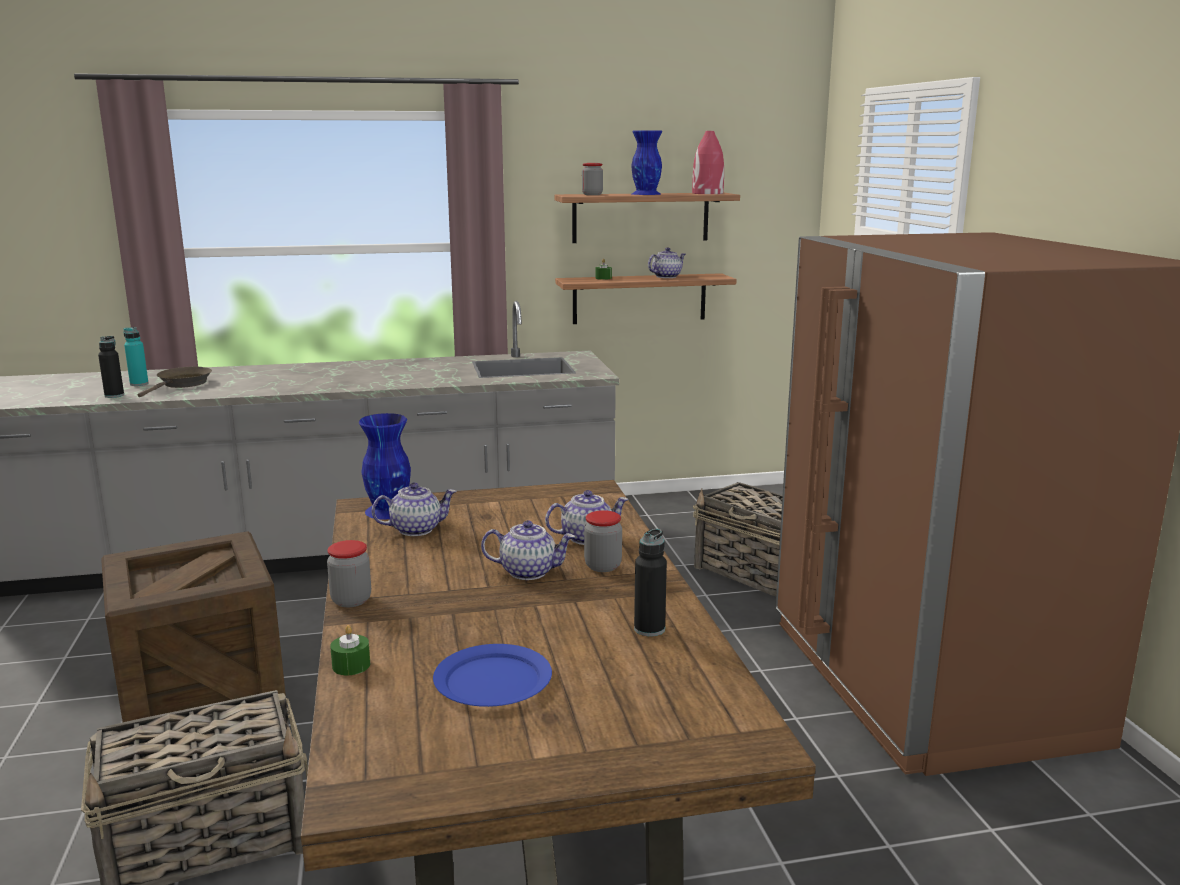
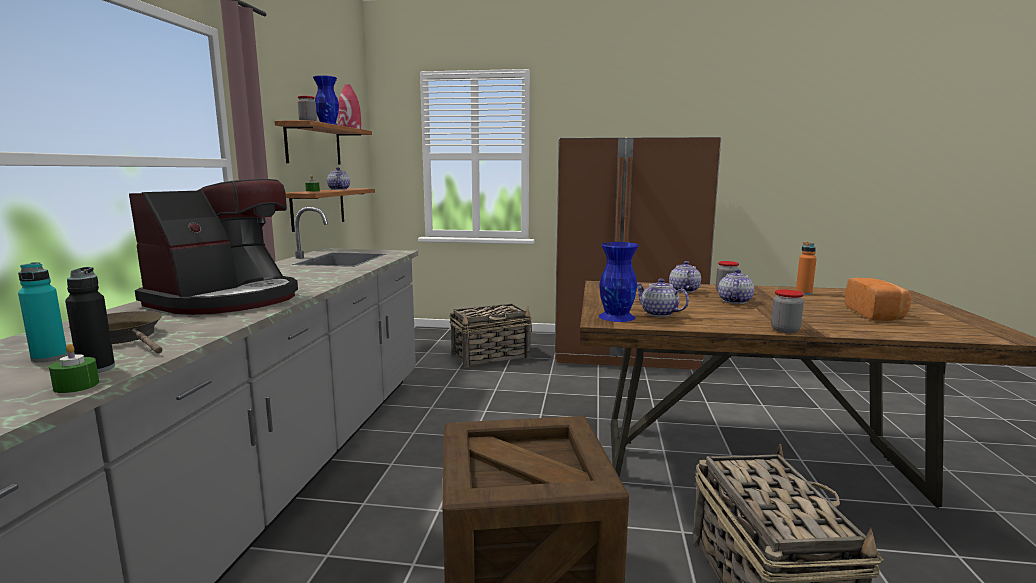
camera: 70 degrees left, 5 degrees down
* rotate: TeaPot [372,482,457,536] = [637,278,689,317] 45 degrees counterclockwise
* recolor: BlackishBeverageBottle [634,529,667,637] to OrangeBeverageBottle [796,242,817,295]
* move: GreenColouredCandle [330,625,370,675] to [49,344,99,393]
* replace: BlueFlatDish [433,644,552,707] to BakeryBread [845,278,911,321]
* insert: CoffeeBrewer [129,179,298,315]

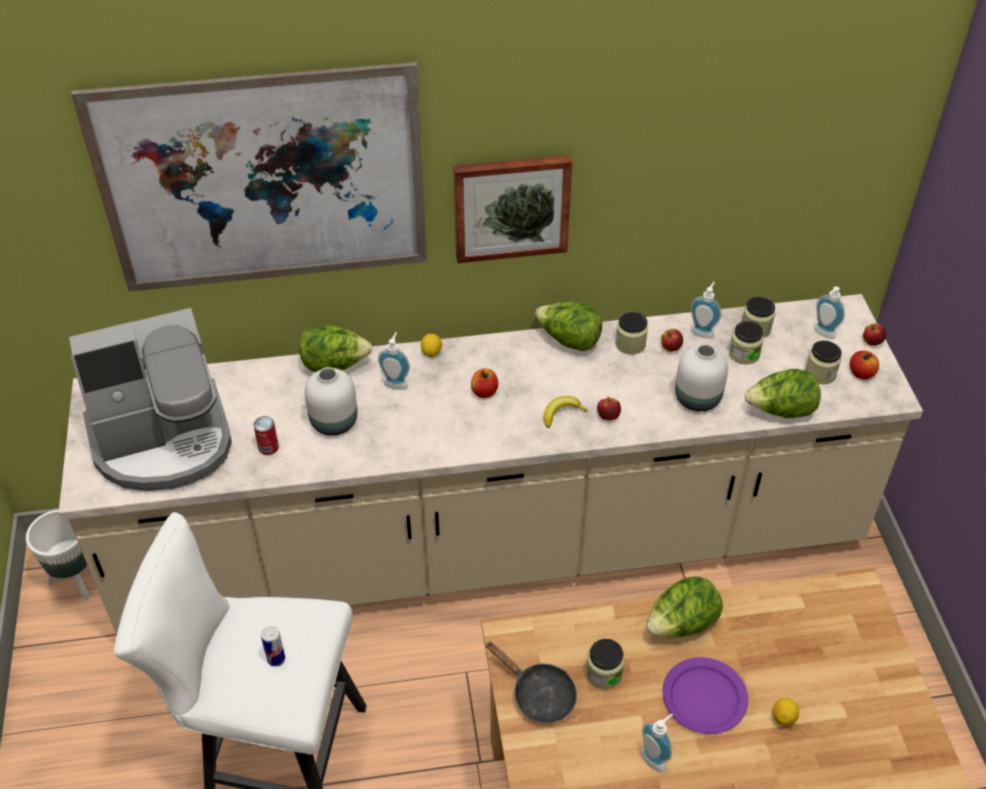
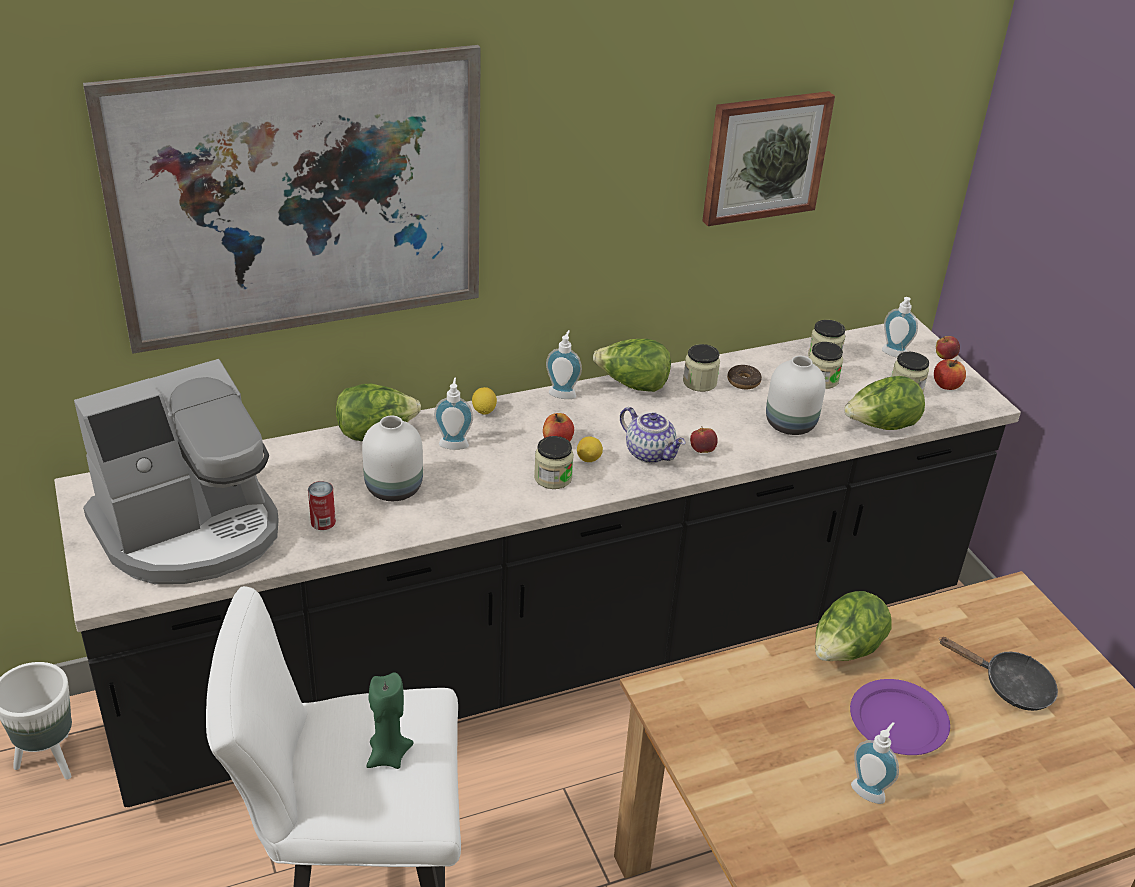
camera: 15 degrees left, 10 degrees down
* move: Picture [454,155,572,263] to [702,91,835,226]
* move: SoapDispenser [691,282,721,338] to [546,330,582,399]
* recolor: BeigeKitchenBaseUnit [59,294,923,635] to BlackishKitchenBaseUnit [54,318,1021,807]
* replace: WholeApple [661,329,683,352] to Doughnut [727,365,762,389]
* replace: WholeBanana [543,396,588,428] to TeaPot [620,407,686,463]
* replace: Can [261,626,285,667] to GreenColouredCandle [366,672,414,769]
* move: PreserveJar [586,639,625,689] to [534,436,574,489]
* move: BlackishPan [485,641,577,724] to [939,637,1058,711]
* move: CitrusFruit [772,698,799,726] to [577,436,603,462]

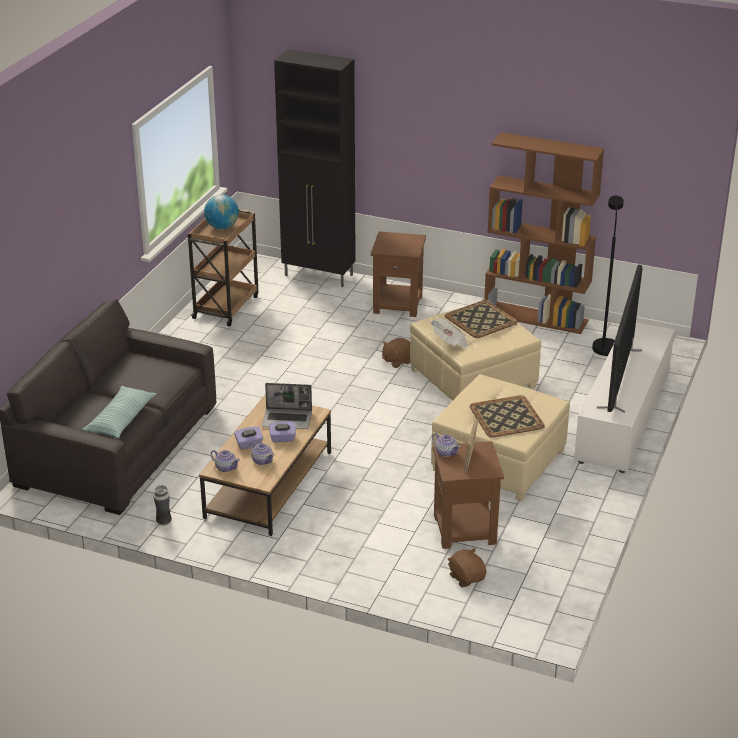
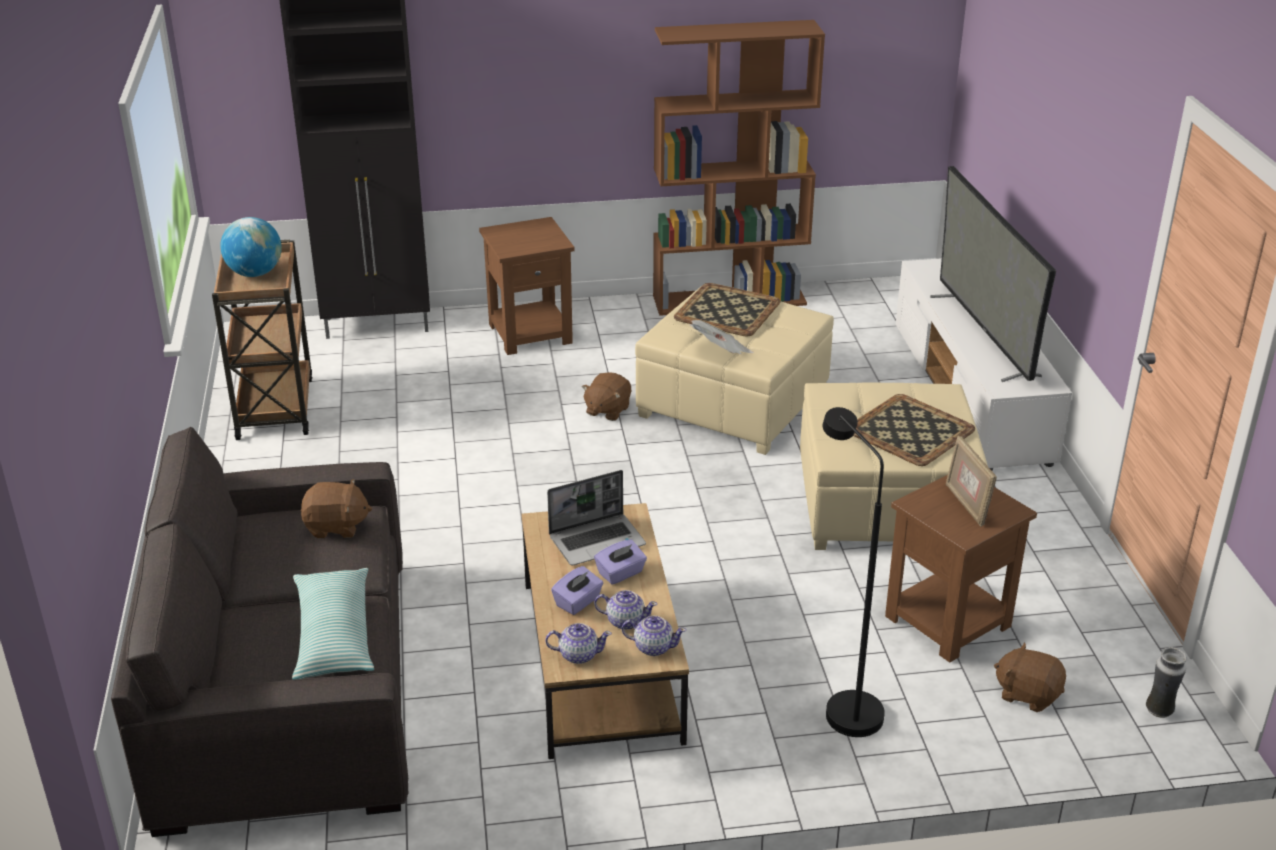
camera: 30 degrees left, 0 degrees up
* move: BlackishFloorLamp [592,196,624,356] to [823,407,885,737]
* move: TeaPot [432,433,461,457] to [622,616,686,656]
* move: DecorativeVase [153,485,172,526] to [1146,647,1187,718]
* insert: BrownColouredCuddlyToy [301,479,372,538]

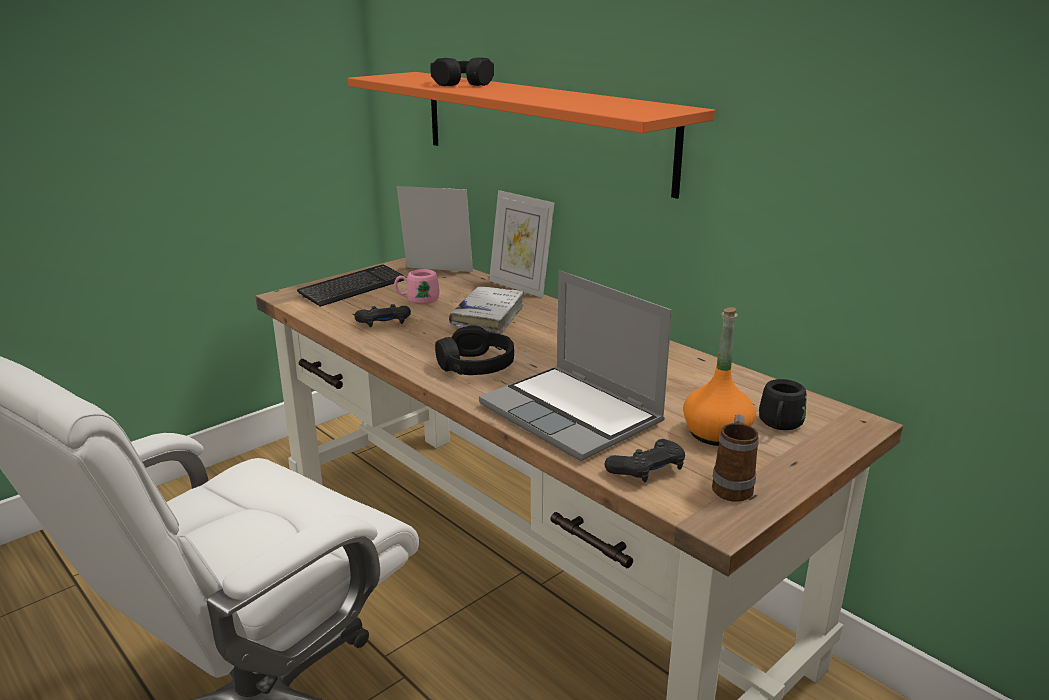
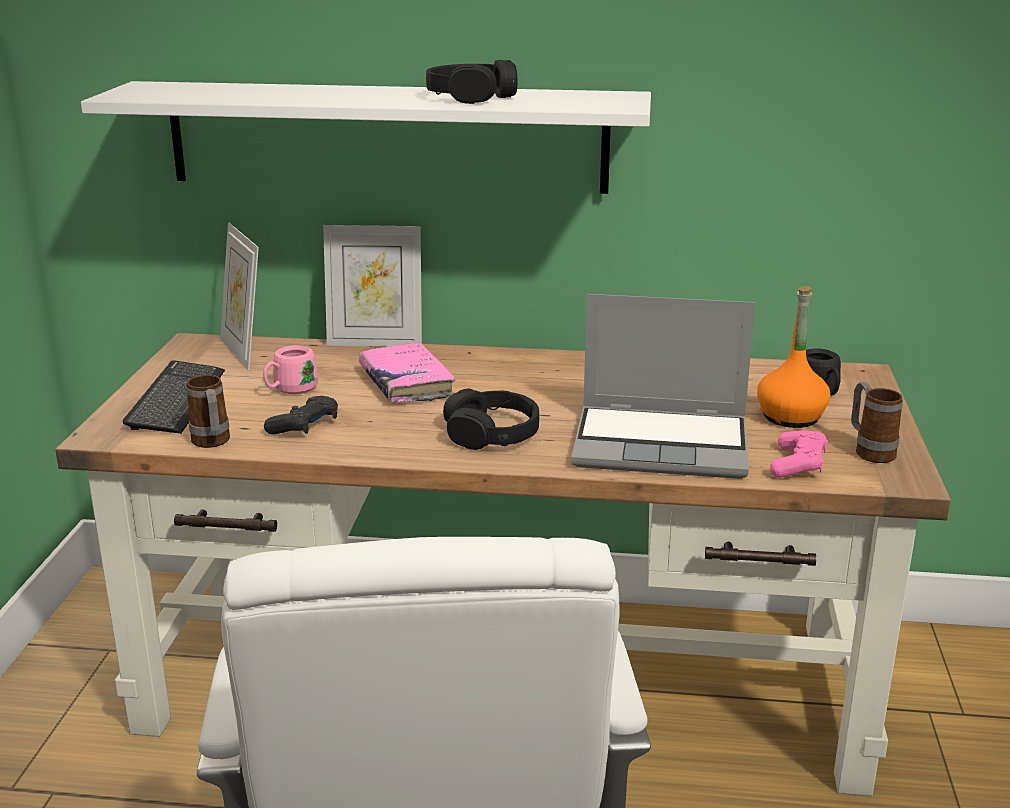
camera: 40 degrees left, 0 degrees up
* move: BlackishHeadset [430,57,494,86] to [426,60,517,104]
* recolor: OrangeBracketShelf [348,72,715,199] to WhiteBracketShelf [81,81,651,194]
* rotate: PictureFrame [397,186,473,272] = [220,222,259,370] 90 degrees counterclockwise
* recolor: WhiteVolume [449,287,524,334] to PinkishVolume [359,343,455,403]
* recolor: BlackishGameController [605,439,685,482] to PinkishGameController [770,430,828,478]
* insert: TeaMug [187,375,230,448]

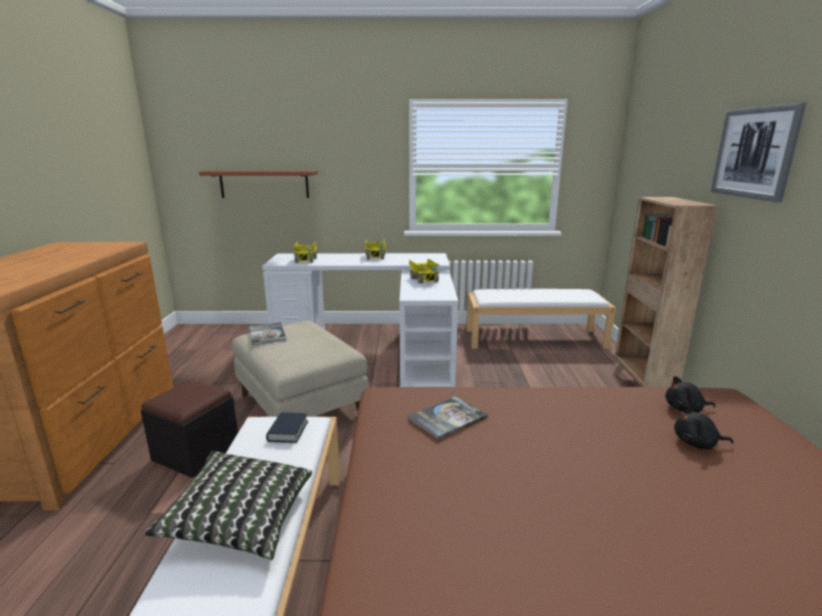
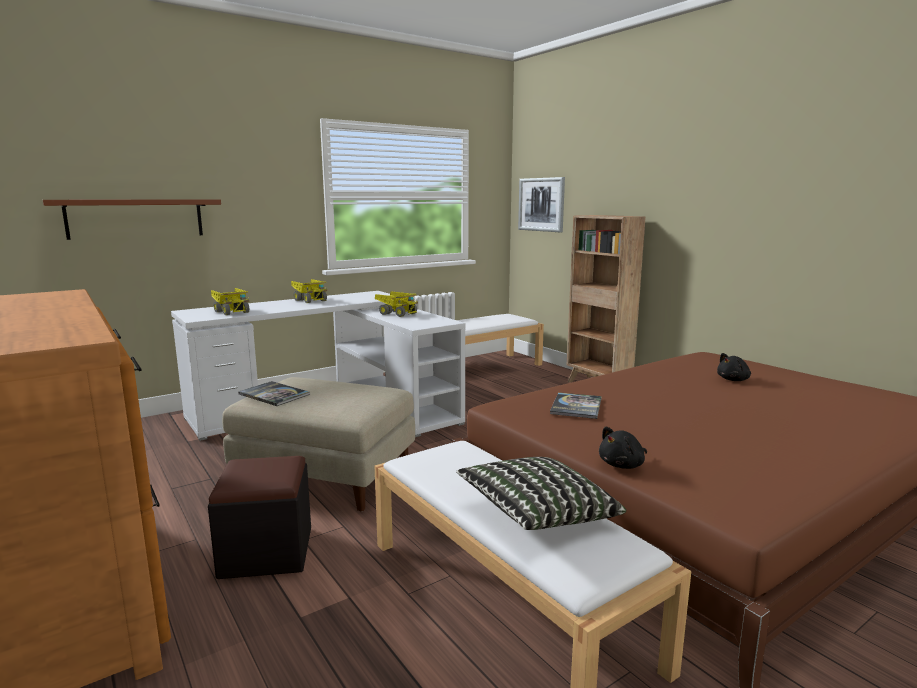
camera: 35 degrees left, 5 degrees down
* move: Picture [710,102,807,202] to [518,177,565,232]
* move: BlackishCuddlyToy [665,376,716,413] to [599,427,647,469]
* delete: Volume [266,413,308,443]

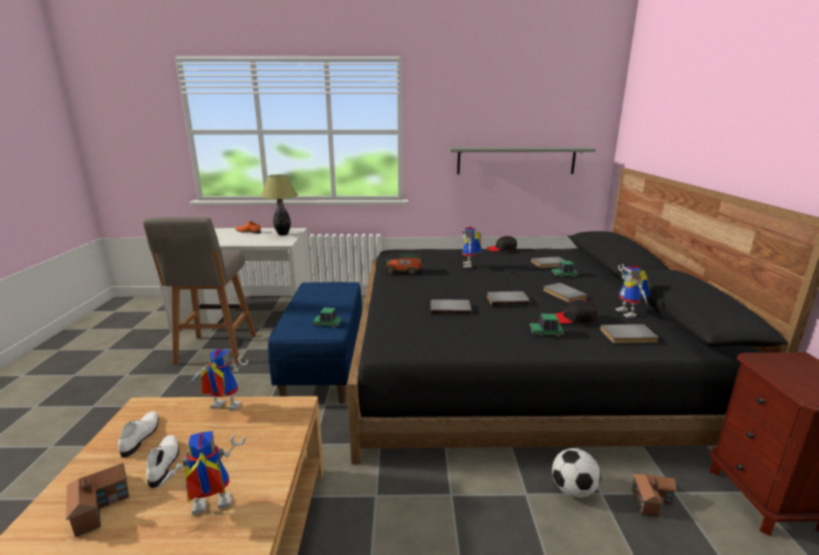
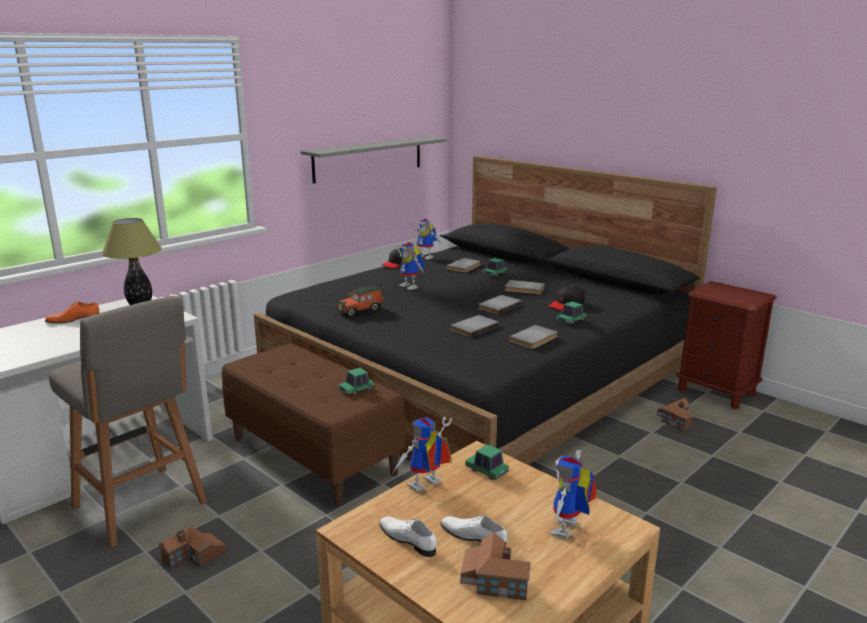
camera: 45 degrees left, 0 degrees up
* move: ToyRobot [615,264,650,318] to [409,219,443,260]
* recolor: BlueIndoorBench [268,282,362,404] to BrownColouredIndoorBench [222,343,405,507]
* move: GreyVolume [600,324,659,343] to [509,325,558,349]
* delete: Football [552,448,601,498]
* insert: ToyCar [465,444,509,480]
* insert: ModelHouse [158,527,226,568]

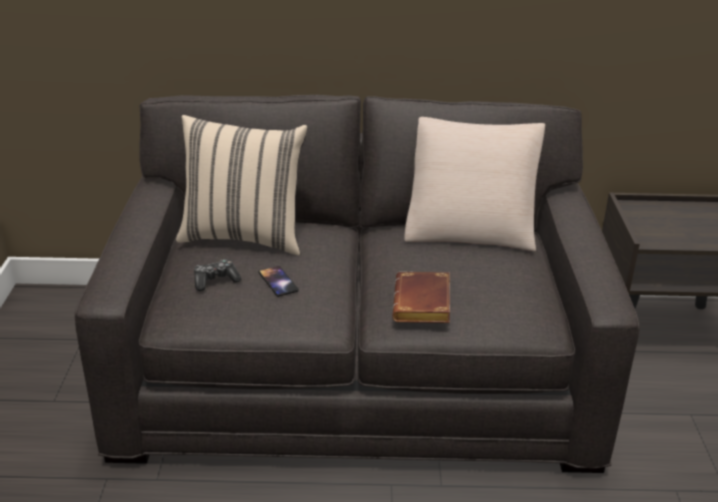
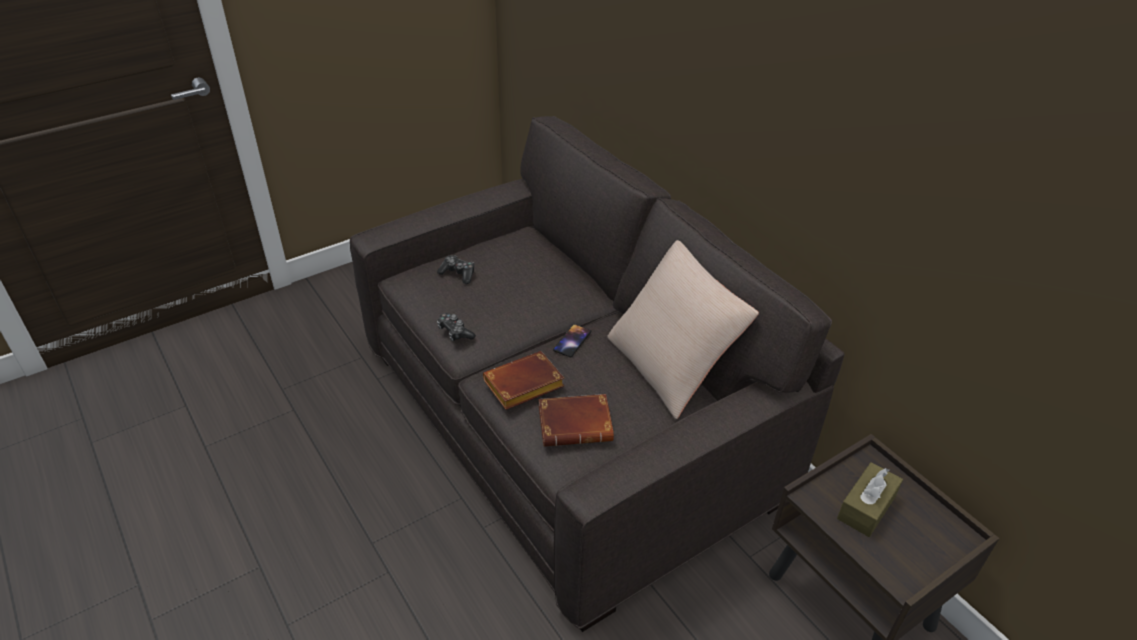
camera: 55 degrees right, 10 degrees up
* delete: BeigeThrowPillow [176,115,308,255]
* move: Phone [259,266,299,297] to [553,324,591,357]
* insert: GameController [437,313,476,341]
* insert: BrownColouredVolume [539,394,614,447]
* insert: BrownColouredTissueHolder [837,462,903,537]

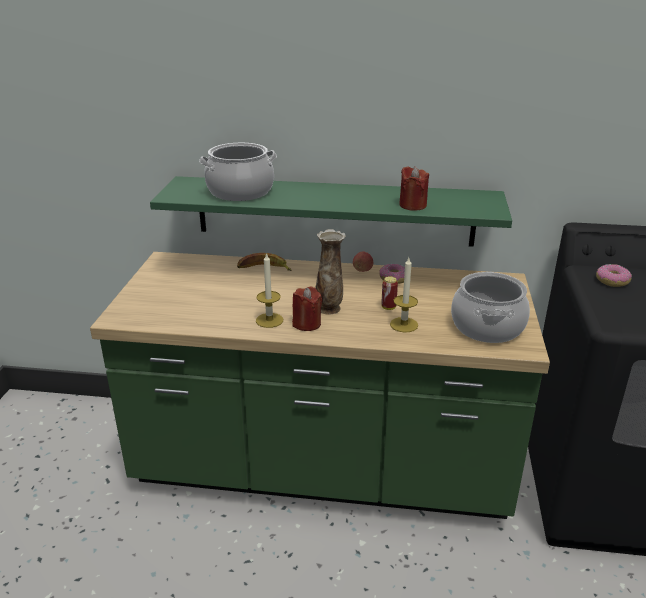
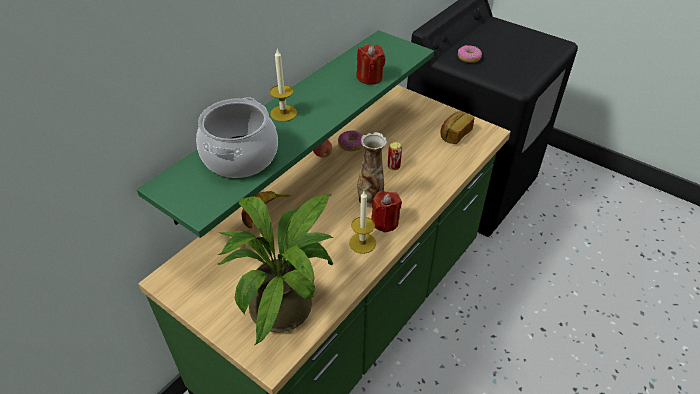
camera: 60 degrees left, 15 degrees up
* move: Candle [390,258,418,332] to [270,49,297,122]
* replace: CookingPot [451,272,530,343] to BakeryBread [440,111,474,144]
* insert: Houseplant [218,194,334,345]

